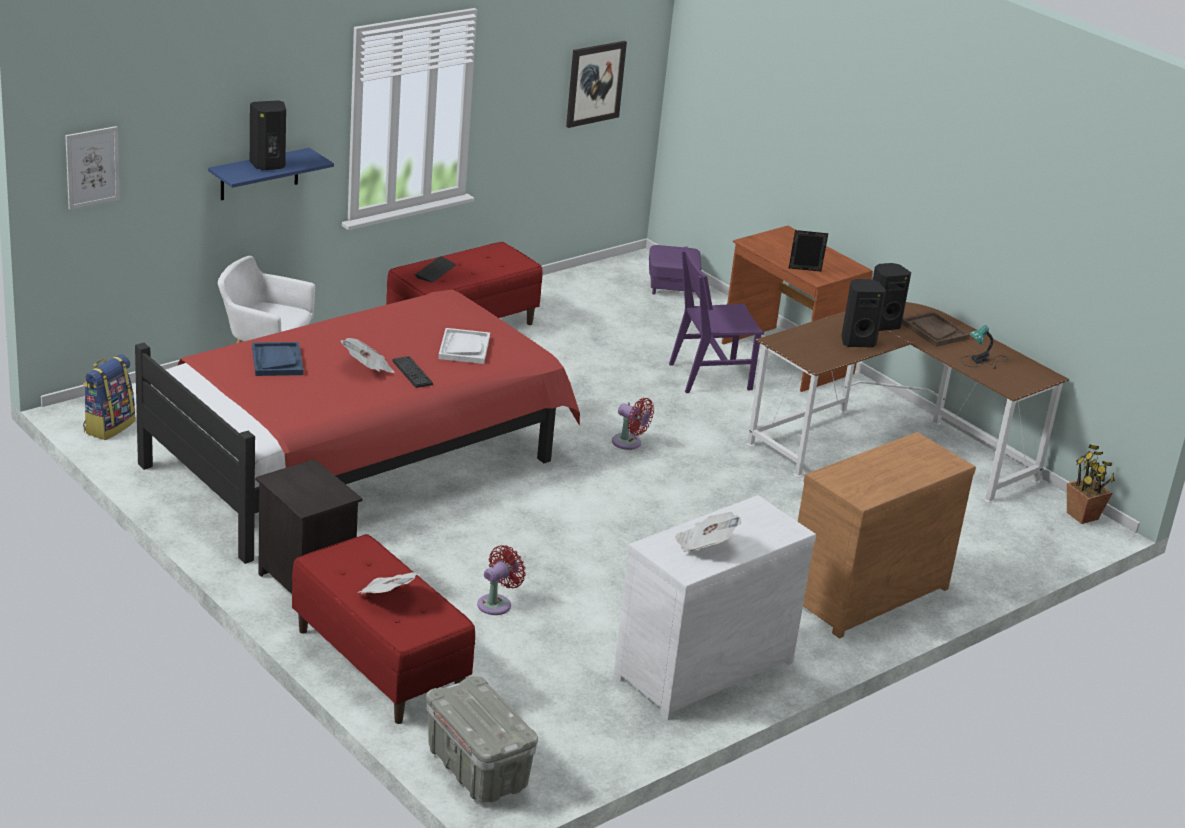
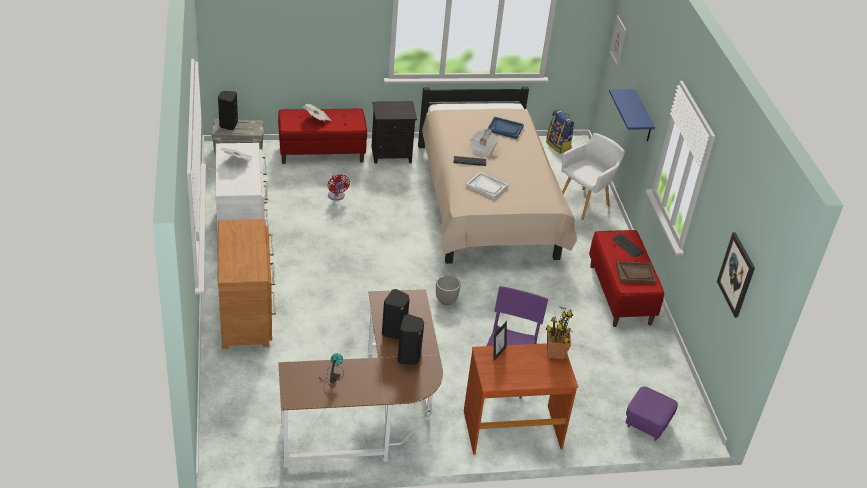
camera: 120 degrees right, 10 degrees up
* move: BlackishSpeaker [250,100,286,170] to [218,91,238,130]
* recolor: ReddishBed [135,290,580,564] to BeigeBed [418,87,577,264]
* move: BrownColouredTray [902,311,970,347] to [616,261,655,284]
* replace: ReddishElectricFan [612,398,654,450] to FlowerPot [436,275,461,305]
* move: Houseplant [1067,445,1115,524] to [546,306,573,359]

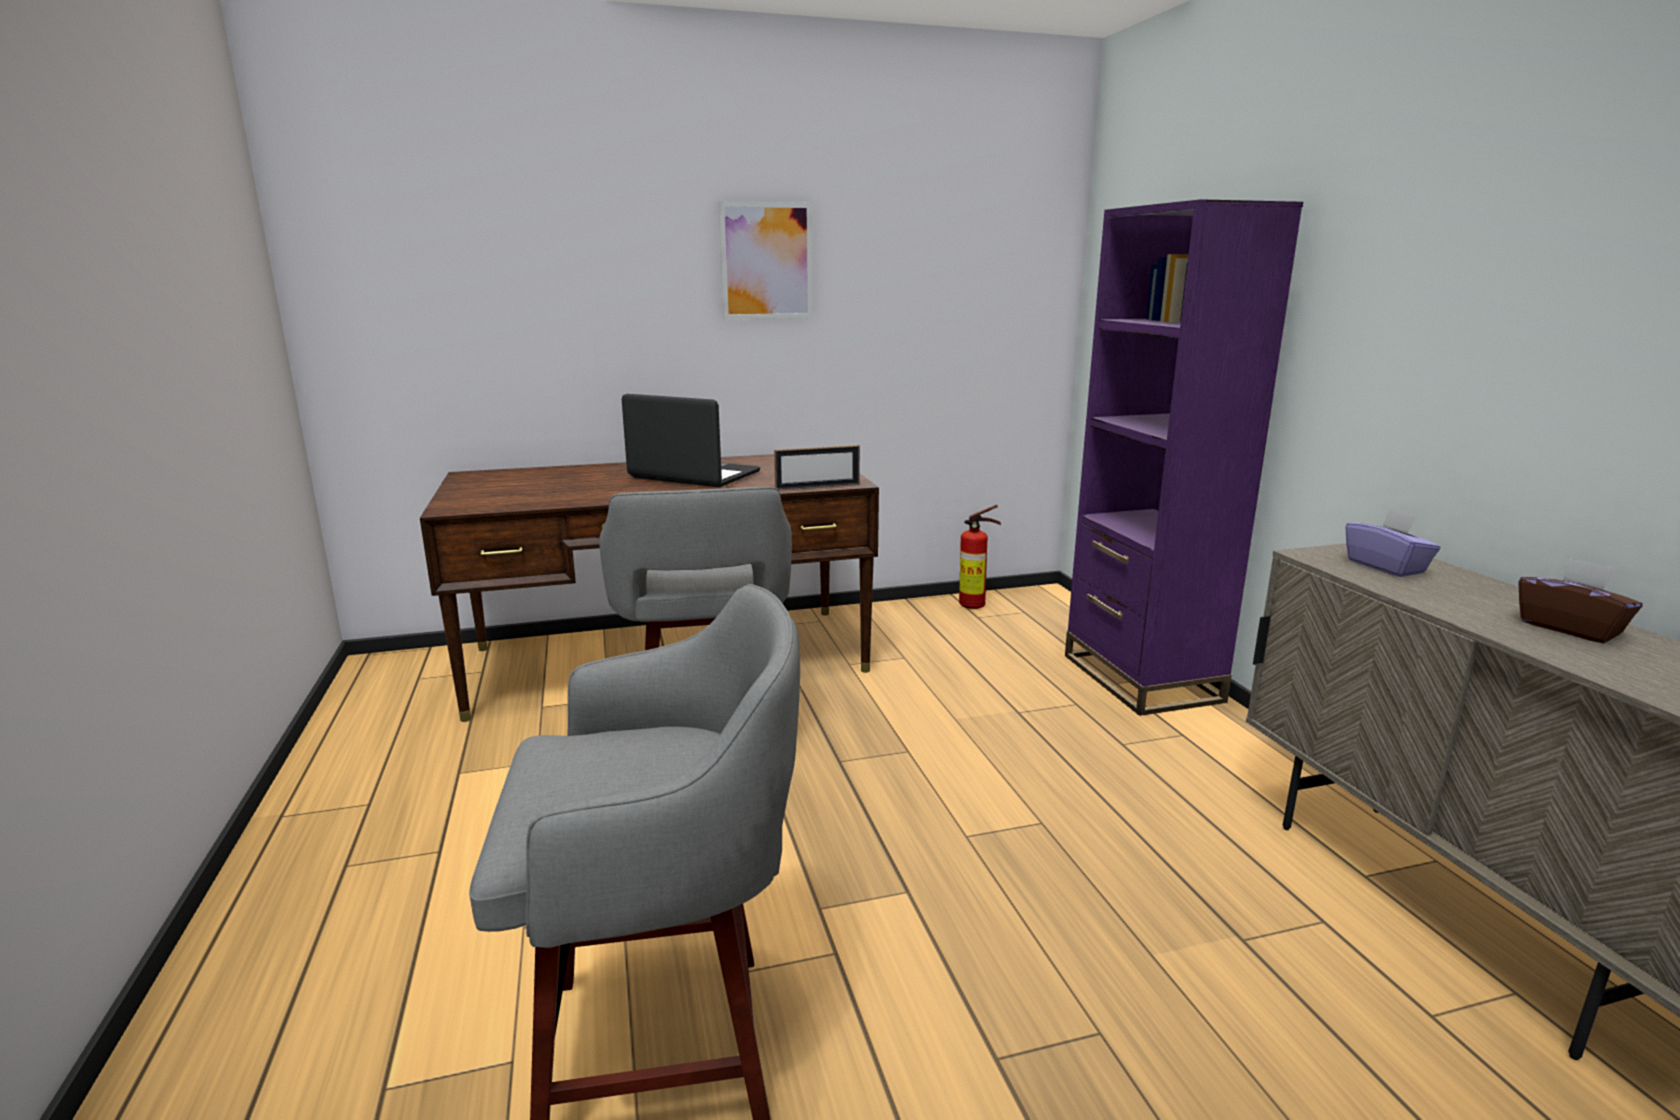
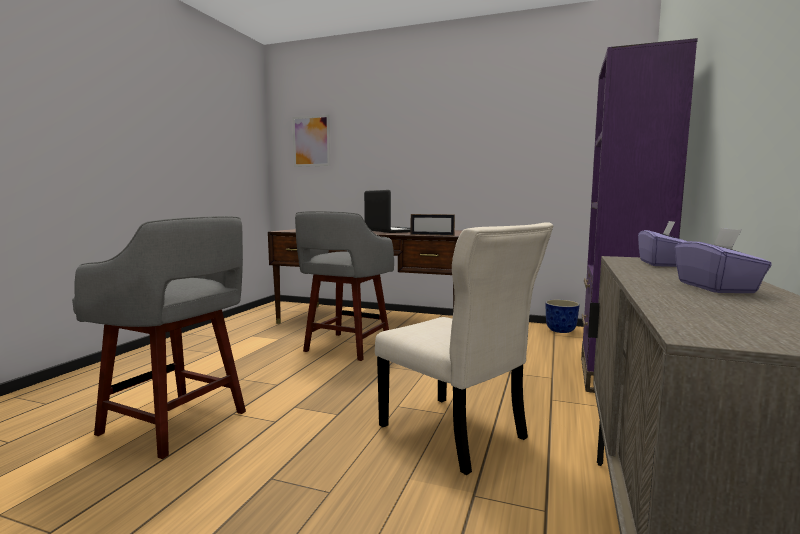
camera: 35 degrees right, 10 degrees down
* move: Picture [719,201,813,319] to [292,115,330,167]
* replace: FireExtinguisher [959,505,1001,609] to FlowerPot [545,300,580,333]
* recolor: BrownColouredTissueHolder [1518,558,1643,644] to PurplishTissueHolder [675,228,772,293]
* insert: BeigeUprightChair [375,222,553,475]

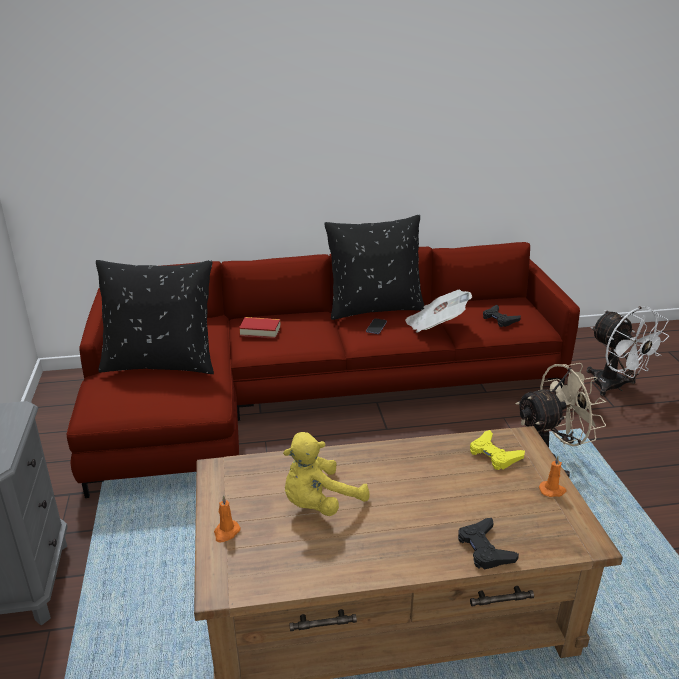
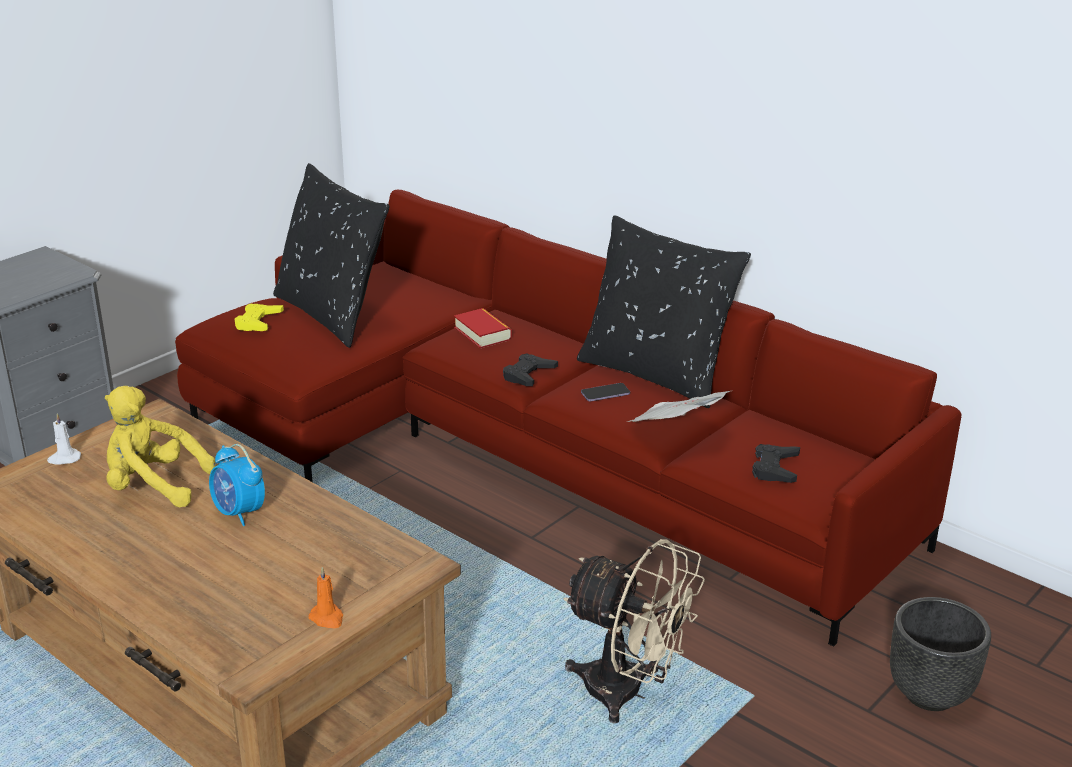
camera: 50 degrees right, 0 degrees up
* replace: WhiteElectricFan [586,306,669,396] to BlackishFlowerPot [890,597,991,711]
* move: YellowGameController [470,430,525,470] to [235,304,284,331]
* recolor: OrangeCandle [214,495,241,543] to WhiteCandle [47,413,81,465]
* move: BlackishGameController [458,518,519,570] to [503,353,558,386]
* insert: BedsideClock [209,444,265,526]

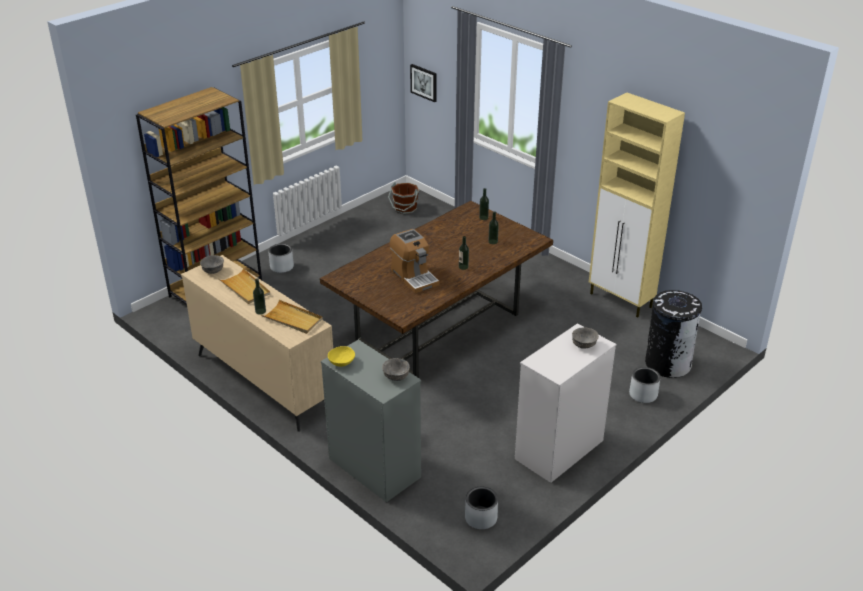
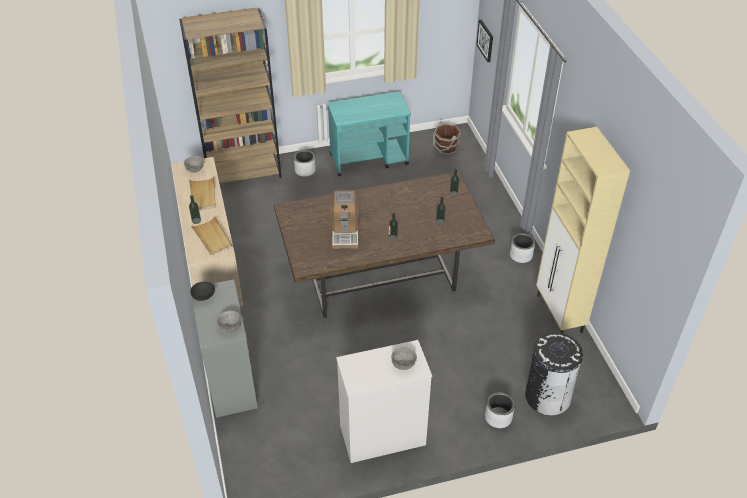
camera: 30 degrees right, 10 degrees up
* recolor: YellowDeepDish [328,346,355,367] to BlackishDeepDish [190,281,215,301]
* move: GreyFlowerPot [465,487,498,529] to [510,233,535,263]
* insert: TurquoiseCart [327,91,411,177]

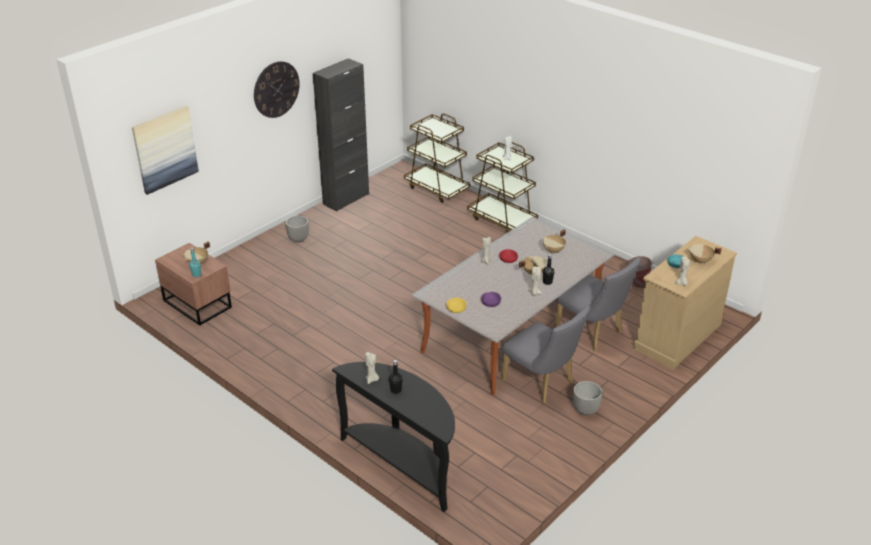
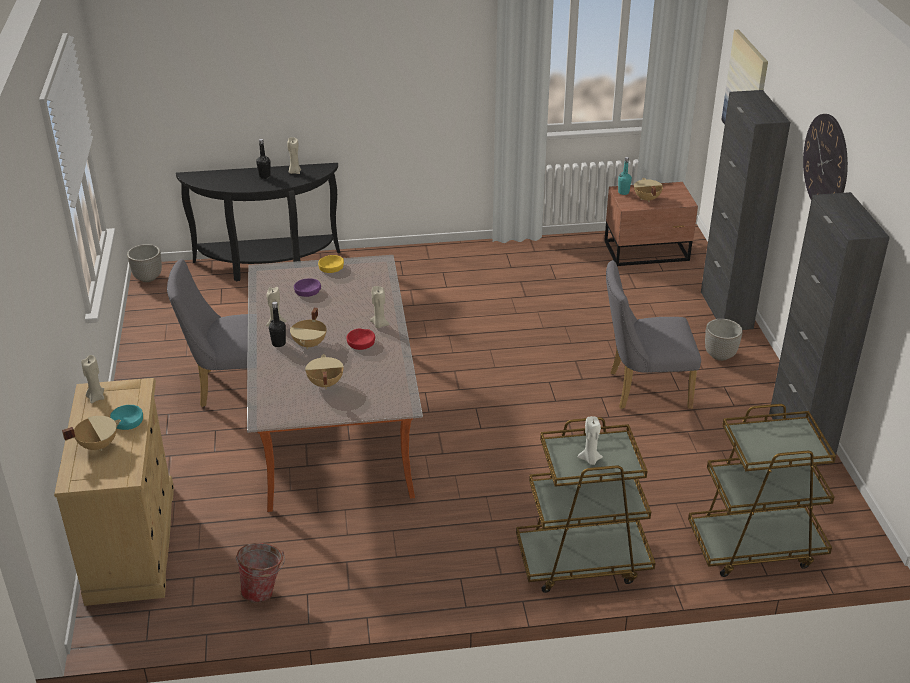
camera: 130 degrees right, 0 degrees up
* move: GreyUprightChair [555,257,641,351] to [606,260,701,409]
* move: FlowerPot [573,381,603,415] to [127,244,162,282]
* insert: BlackishCupboard [701,90,790,330]

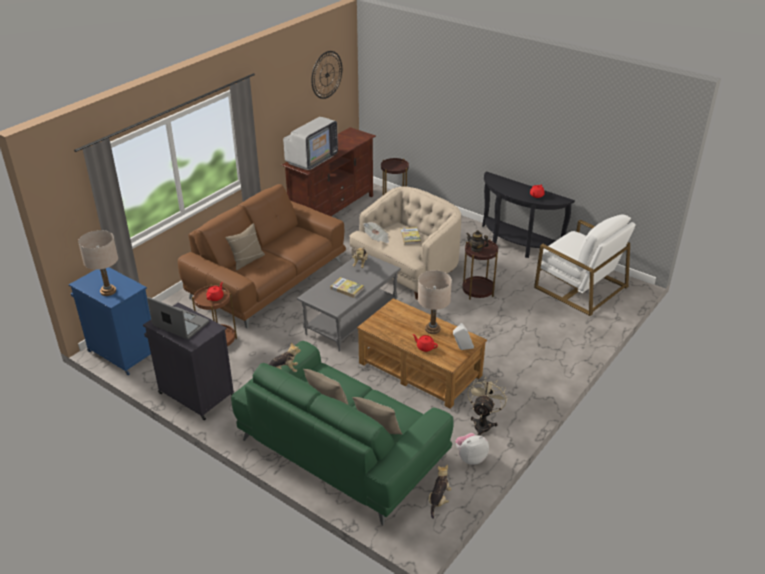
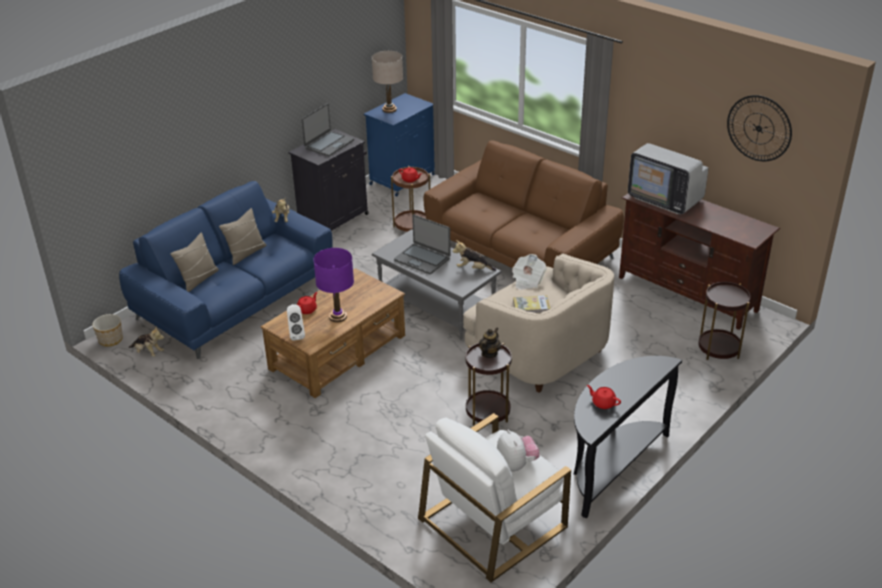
camera: 95 degrees right, 0 degrees up
* delete: BeigeThrowPillow [226,223,265,270]
* recolor: BeigeLampForATable [418,270,452,334] to PurplishLampForATable [313,248,354,323]
* replace: Volume [330,277,364,298] to Laptop [394,214,451,274]
* recolor: GreenColouredSofa [231,341,454,525] to BlueSofa [119,181,333,360]
* delete: BeigeElectricFan [468,377,508,436]
* move: CuddlyToy [455,433,489,465] to [497,429,540,472]
* insert: FlowerPot [92,314,123,347]

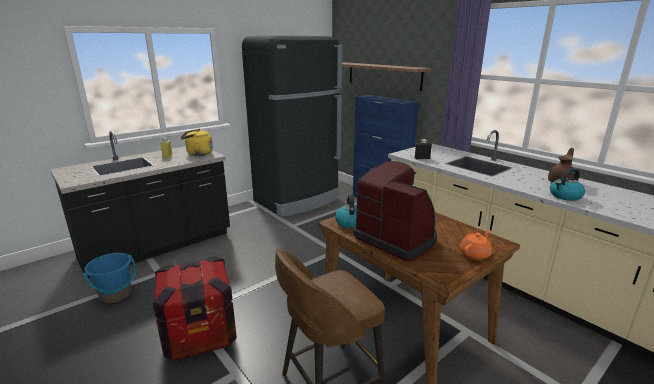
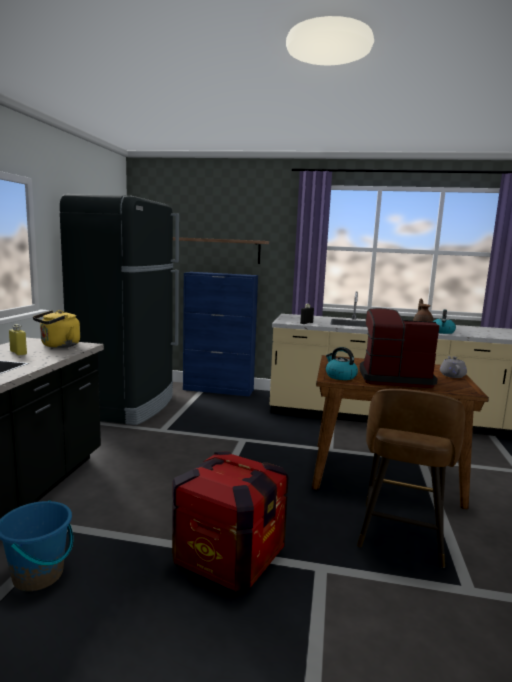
camera: 40 degrees left, 10 degrees down
* recolor: OrangeTeaPot [460,230,492,260] to GreyTeaPot [440,356,467,378]

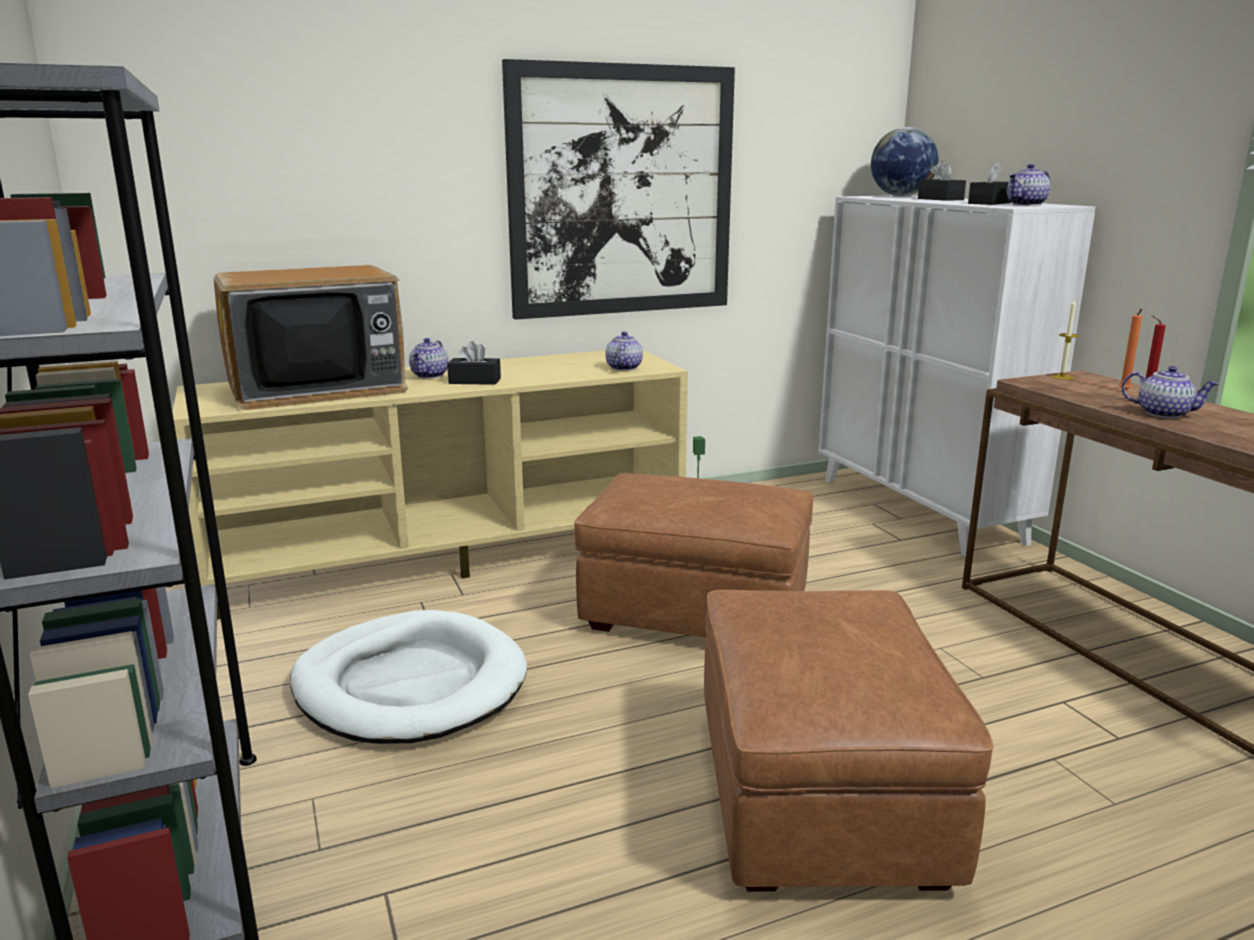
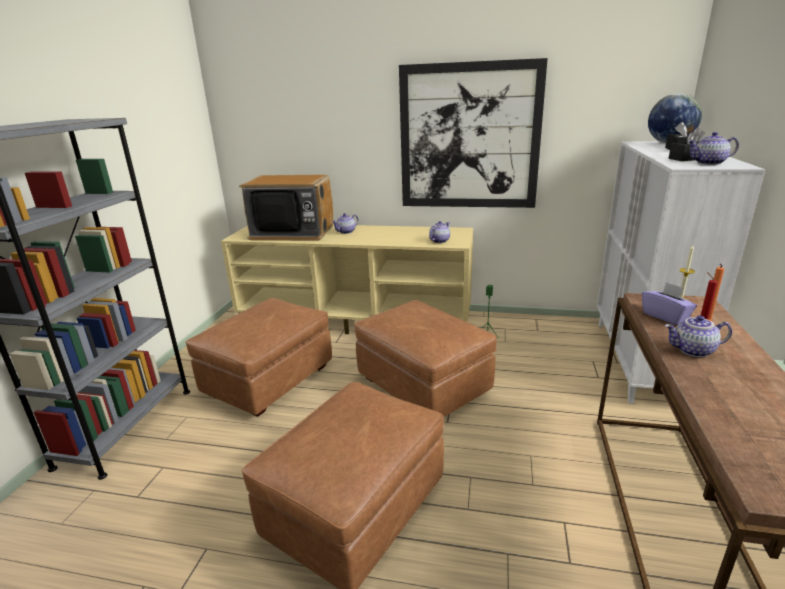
camera: 35 degrees right, 5 degrees up
* delete: BlackishTissueHolder [447,341,501,385]
* rotate: TeaPot [1122,366,1219,418] = [665,315,732,357] 120 degrees clockwise
* replace: WhiteDogCushion [290,610,527,744] to BrownColouredFootrest [185,298,332,417]
* insert: PurplishTissueHolder [642,282,697,325]

